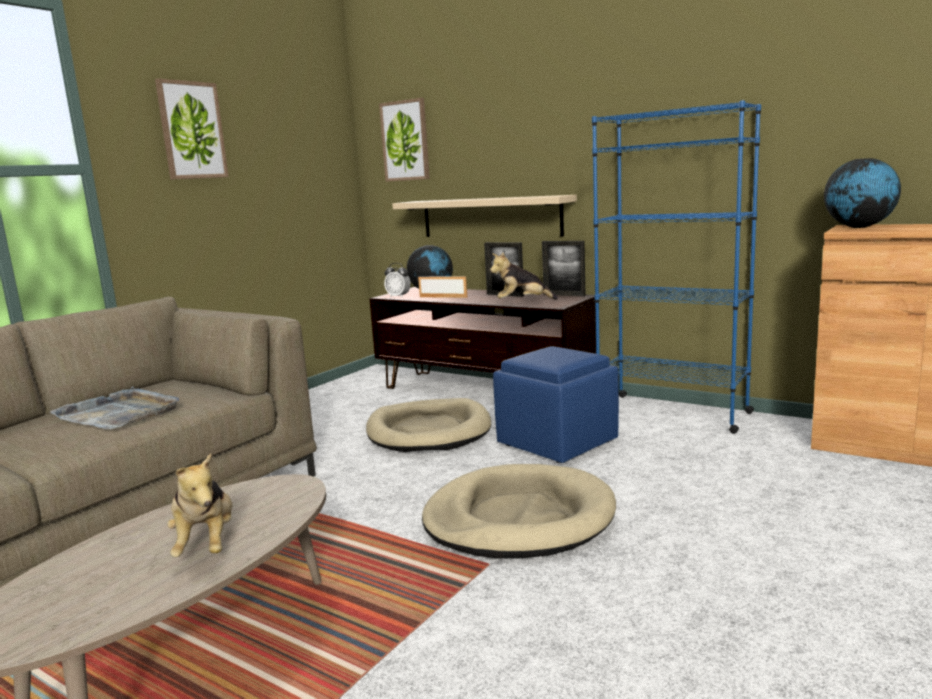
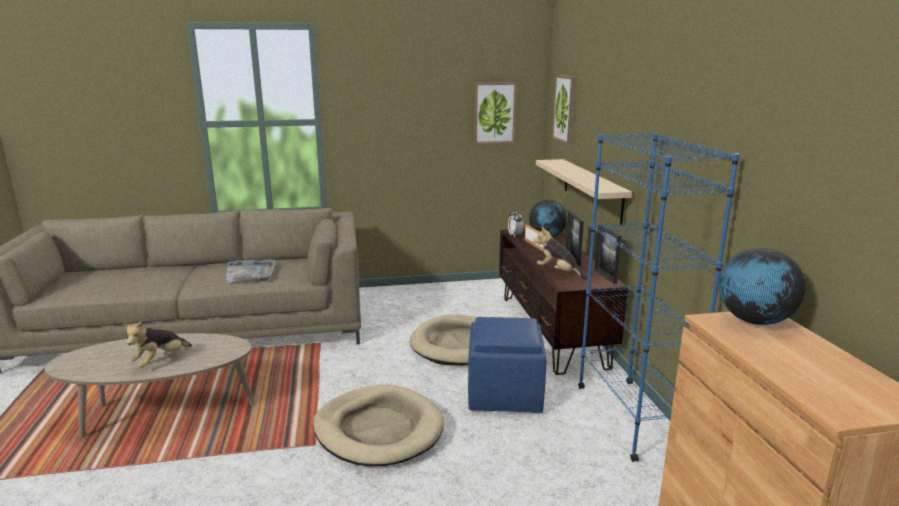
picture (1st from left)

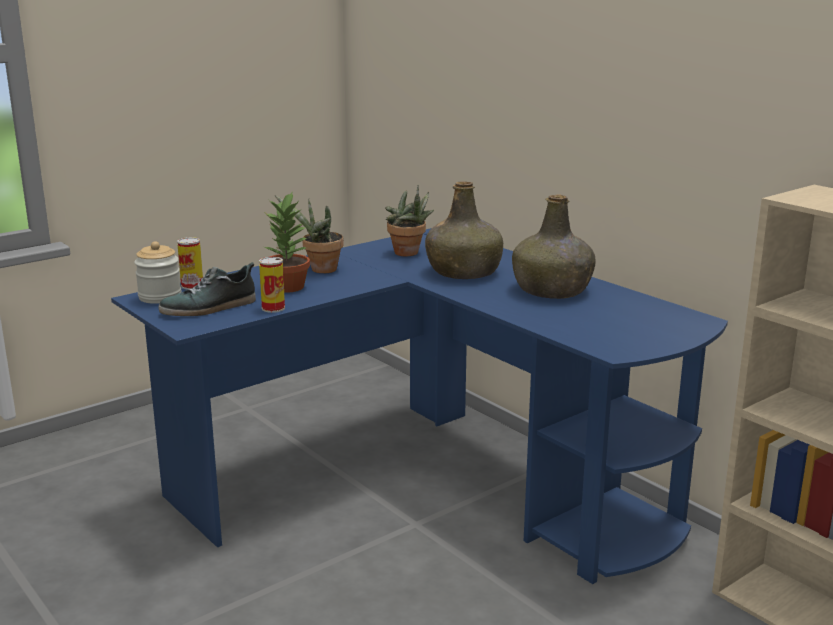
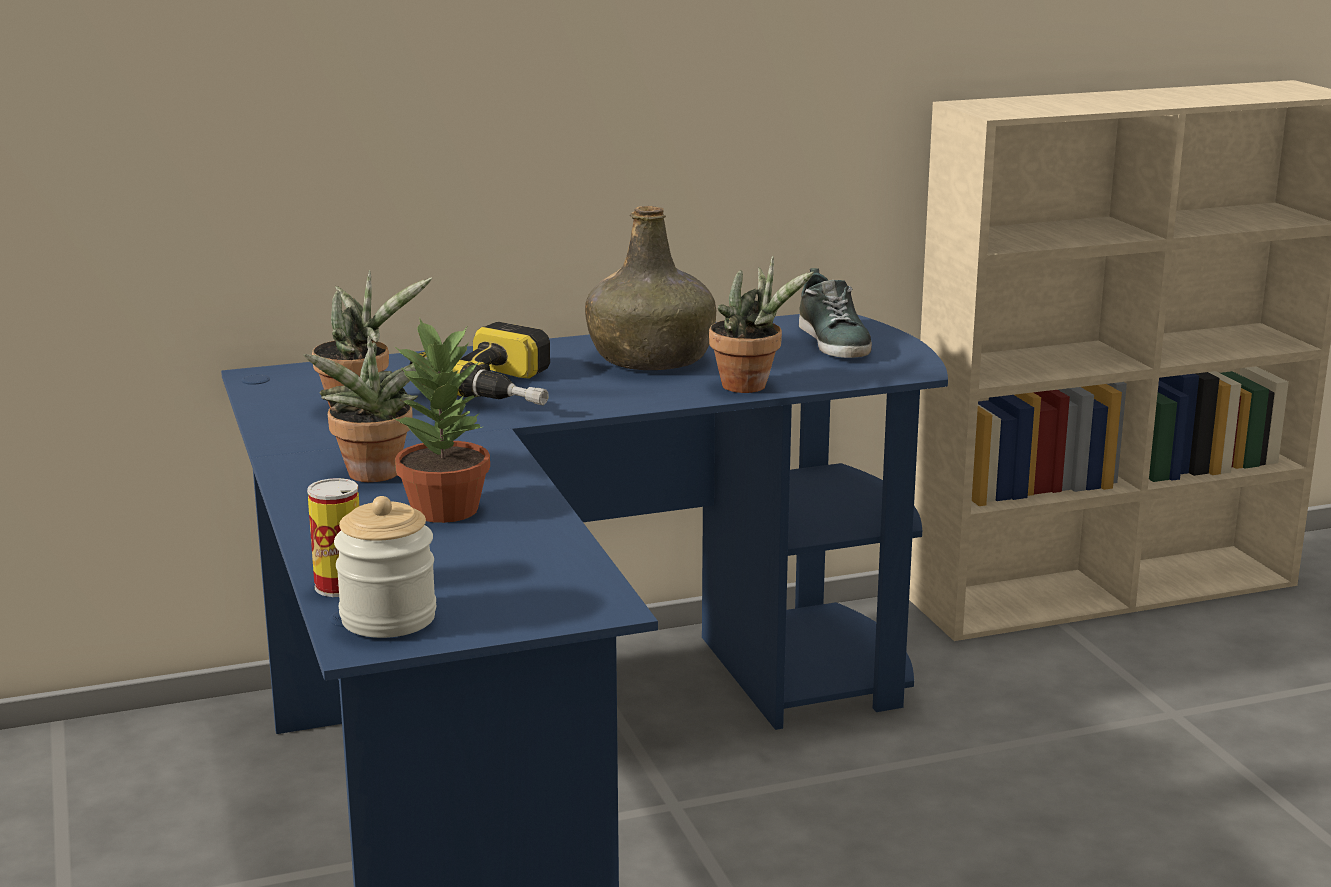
drill
sealed can (2nd from left in the first image)
item of footwear
plant in a pot (4th from left)

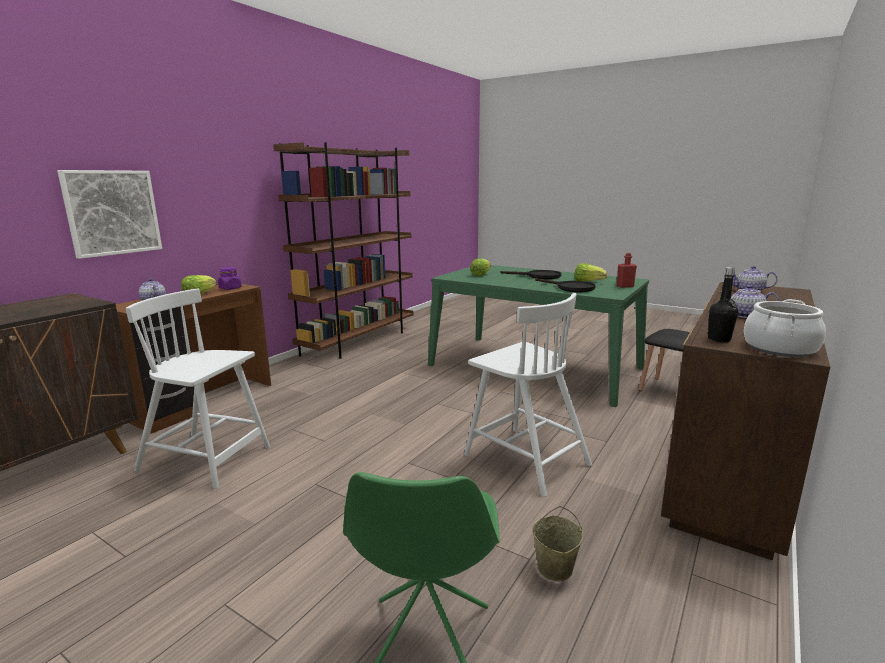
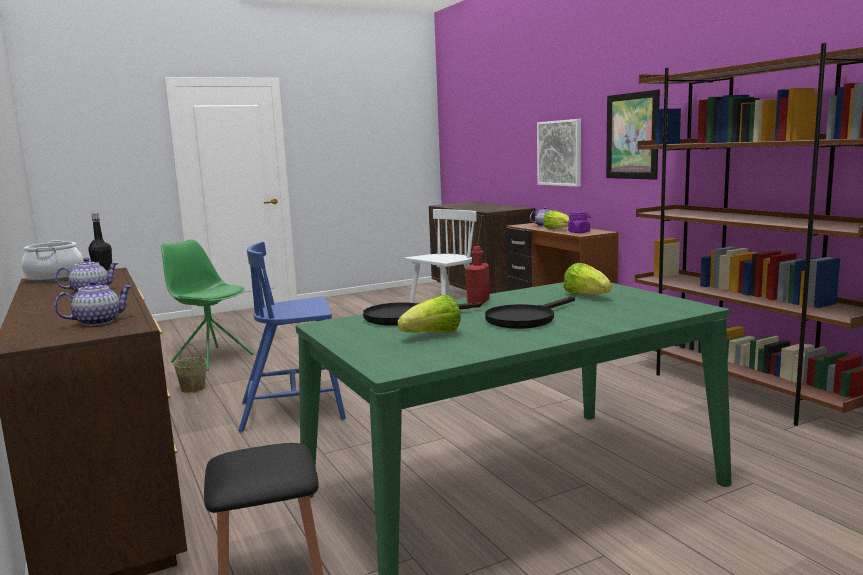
red bottle
bluish plain chair
picture (2nd from left)

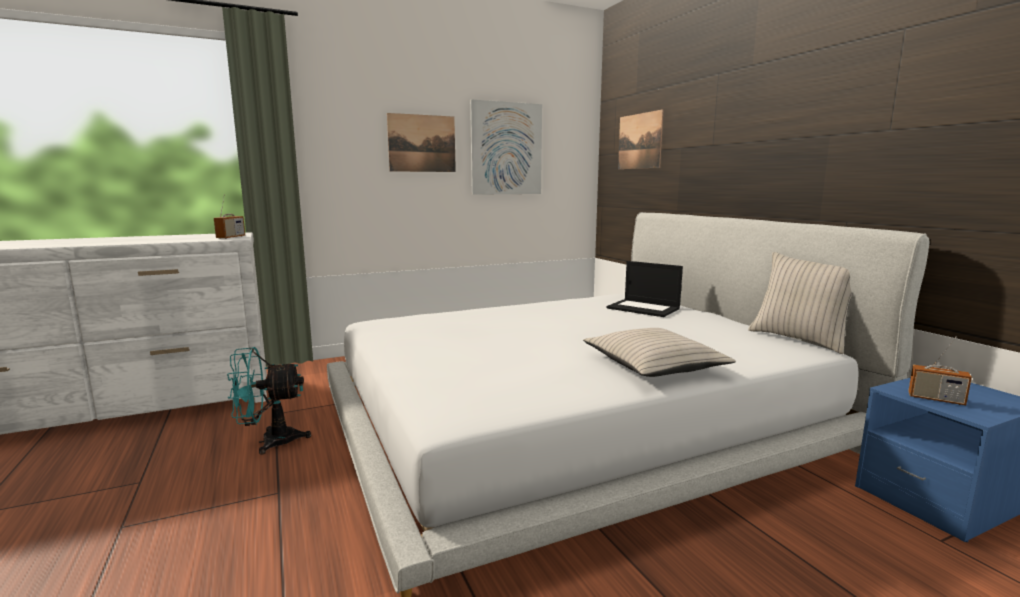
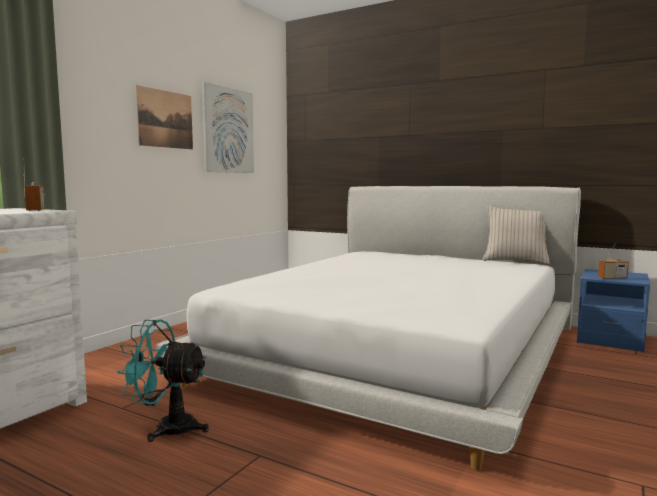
picture (3rd from left in the first image)
notebook computer
sand-coloured pillow (1st from left in the first image)
blue-green cooling fan

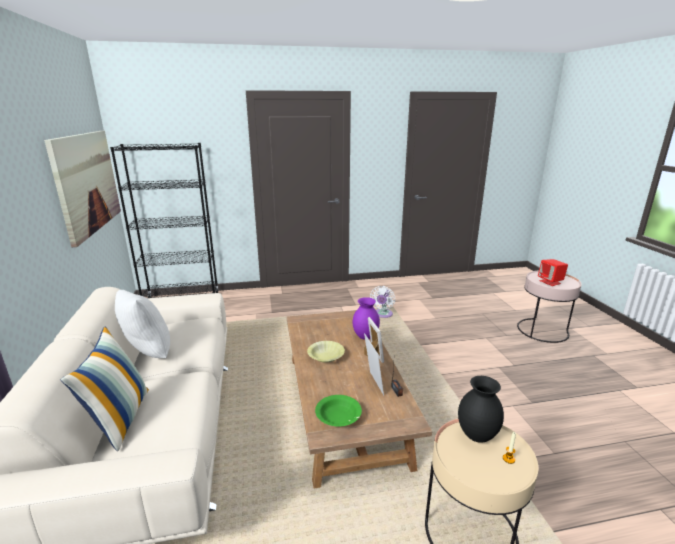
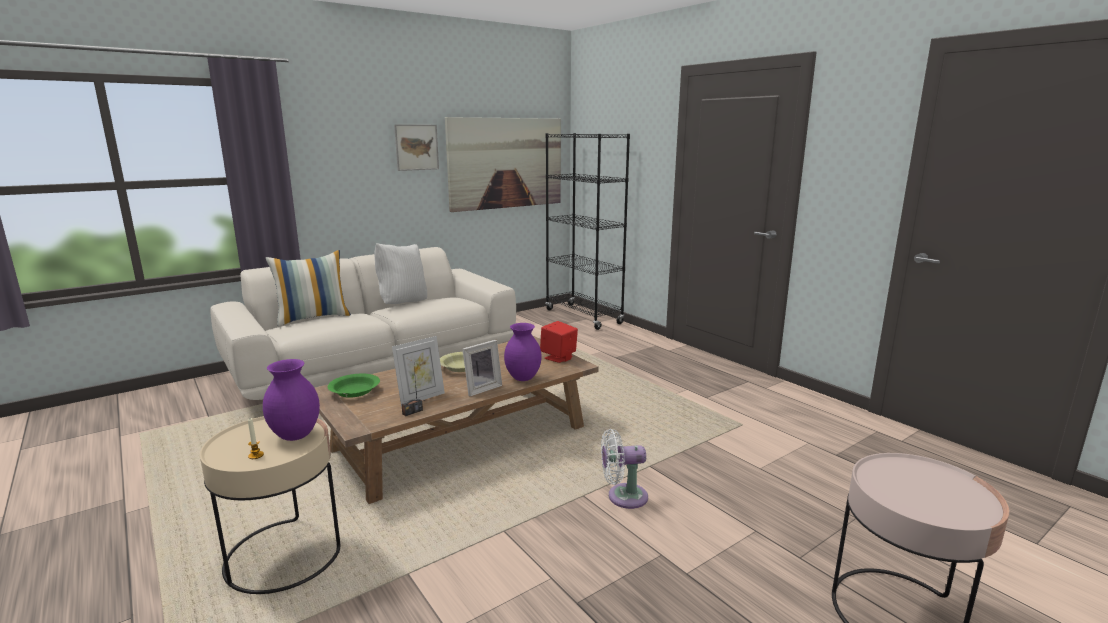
red audio speaker
white cooling fan
purple-coloured flower vase (1st from left)
picture (1st from left)

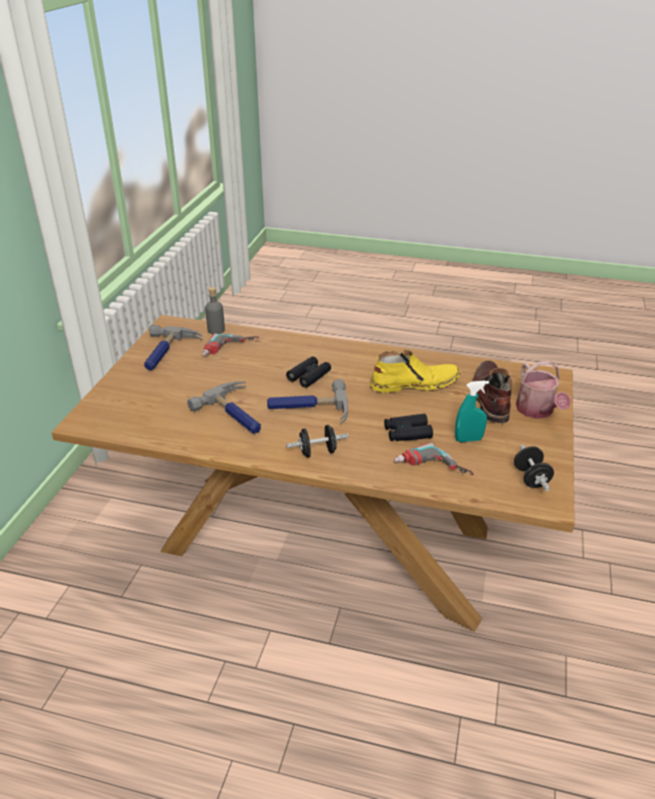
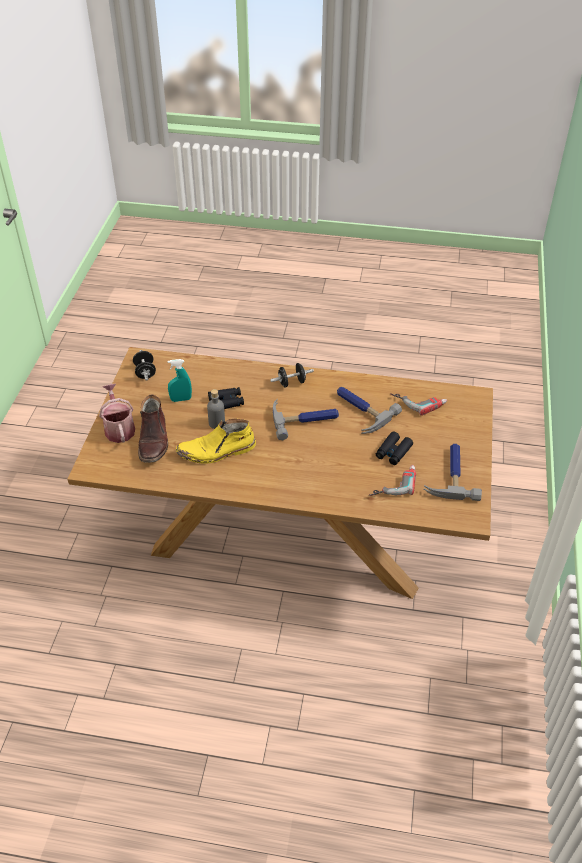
grey bottle
black field glasses (2nd from left)
drill (2nd from left)

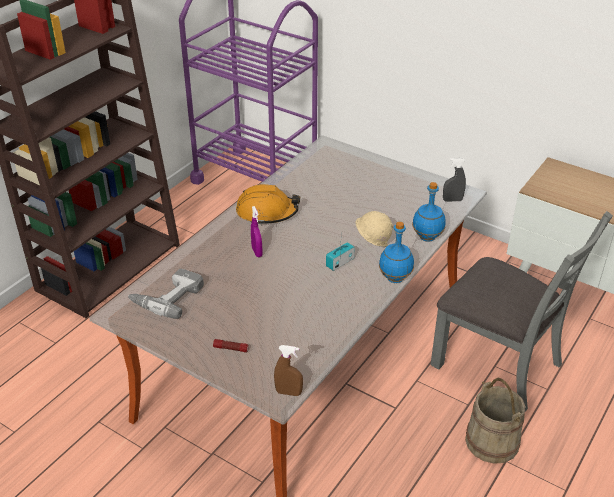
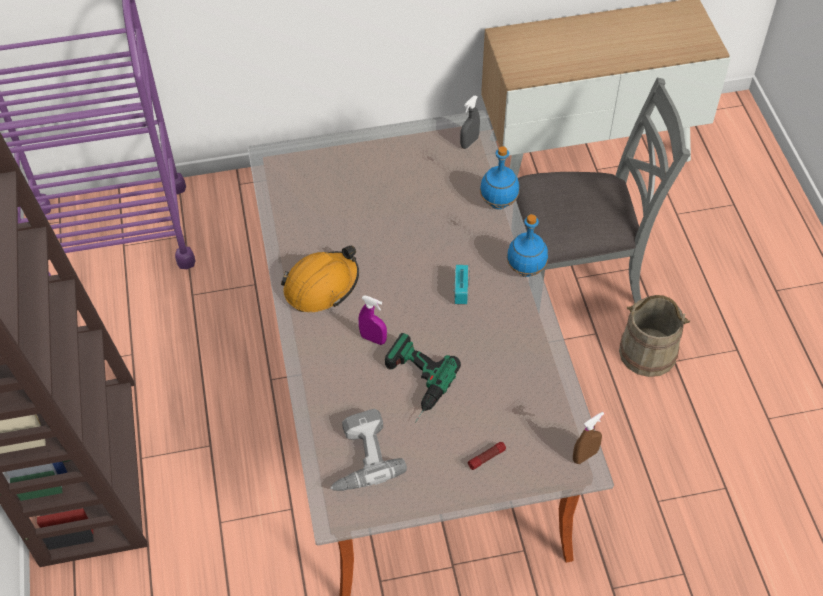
sand-coloured hard hat
drill (2nd from left)

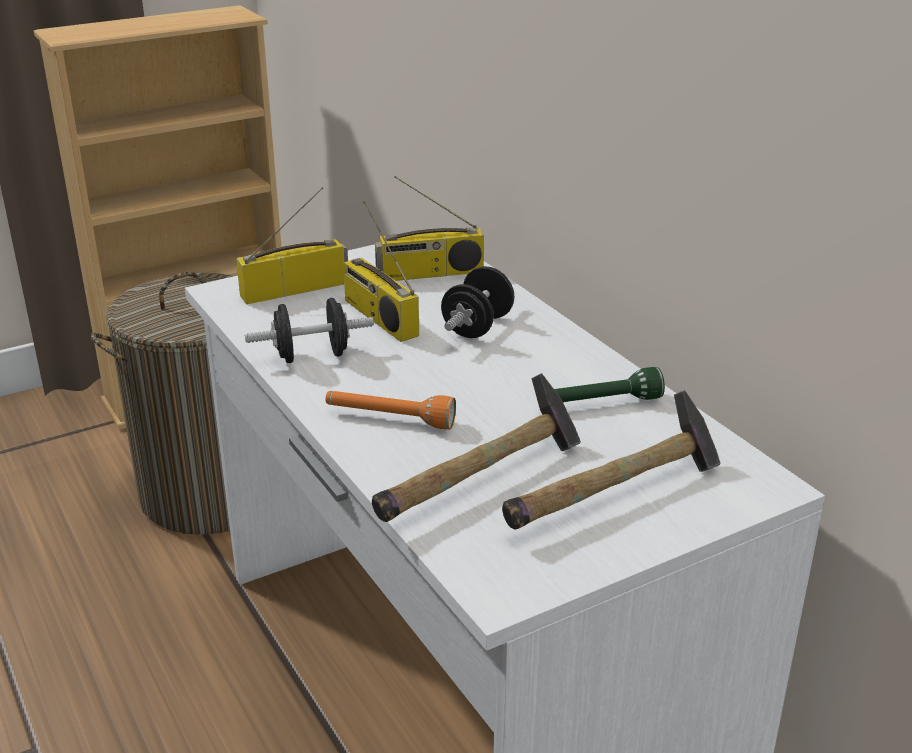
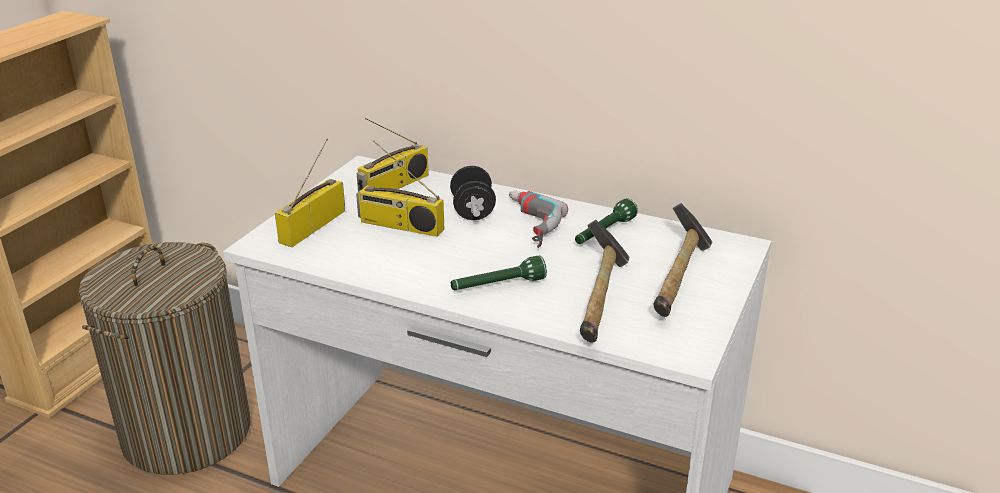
black hand weight (1st from left in the first image)
green-coloured torch (1st from left)
drill

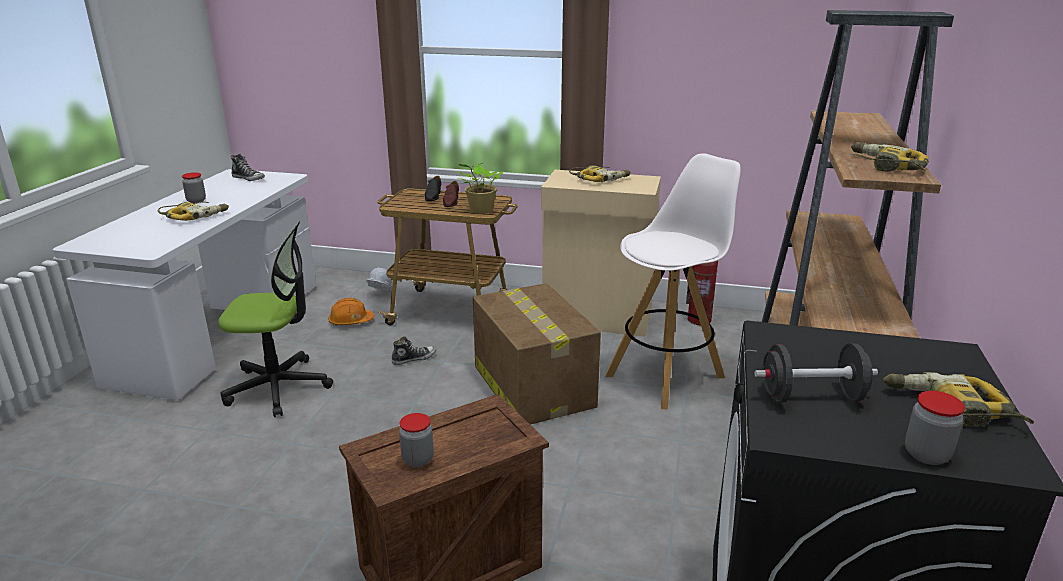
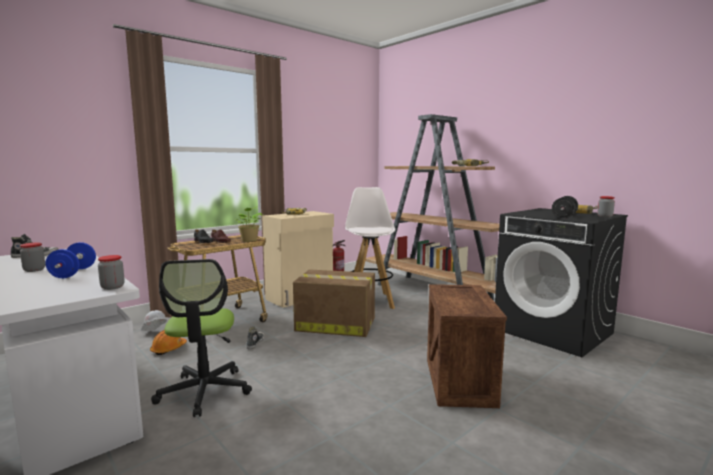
bluish hand weight
office chair
jar (2nd from left)

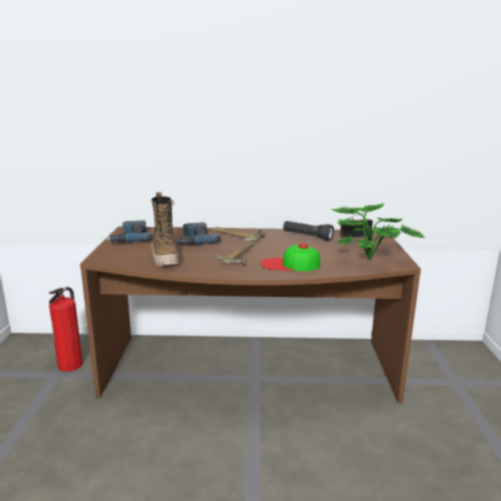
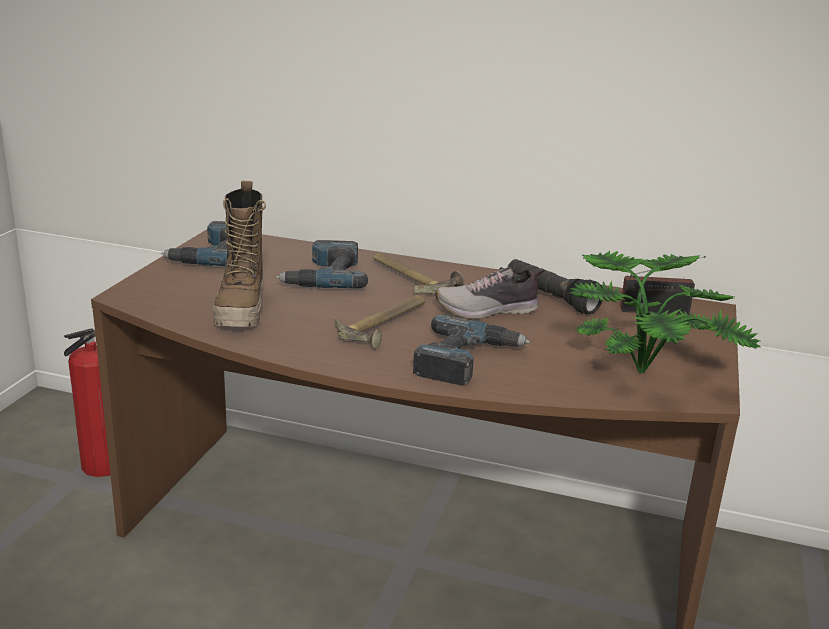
drill (3rd from left)
item of footwear

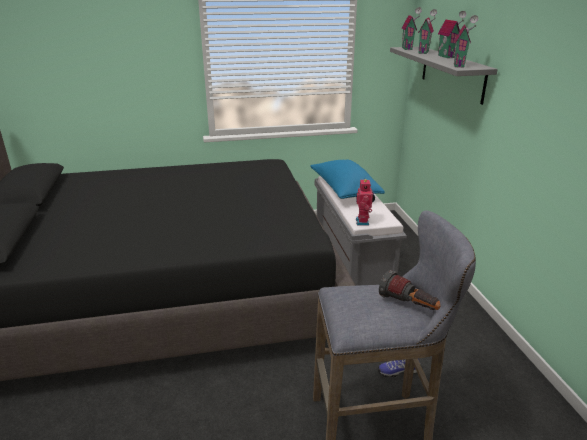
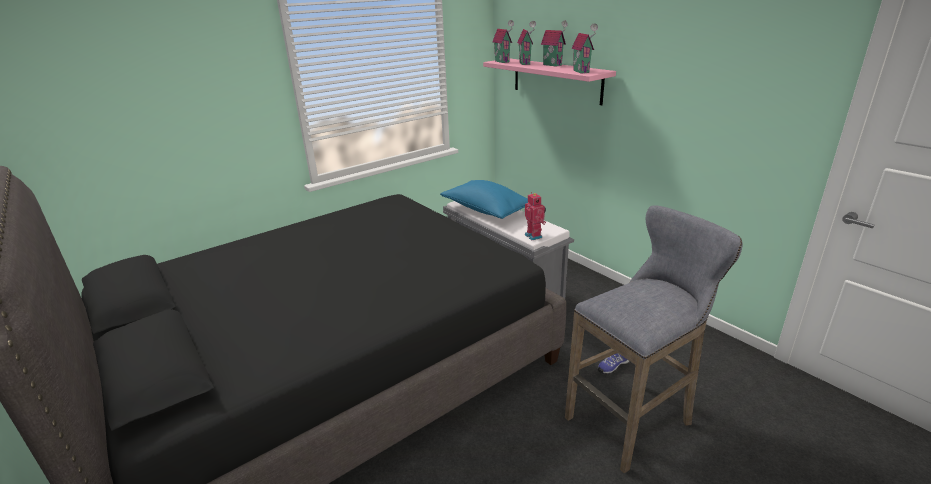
pink-coloured wall shelf
torch

